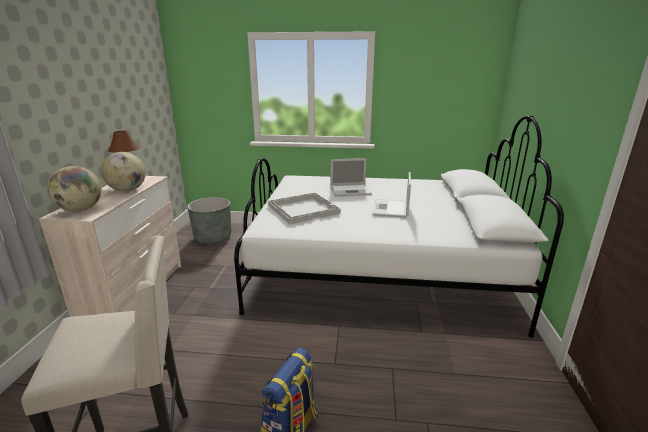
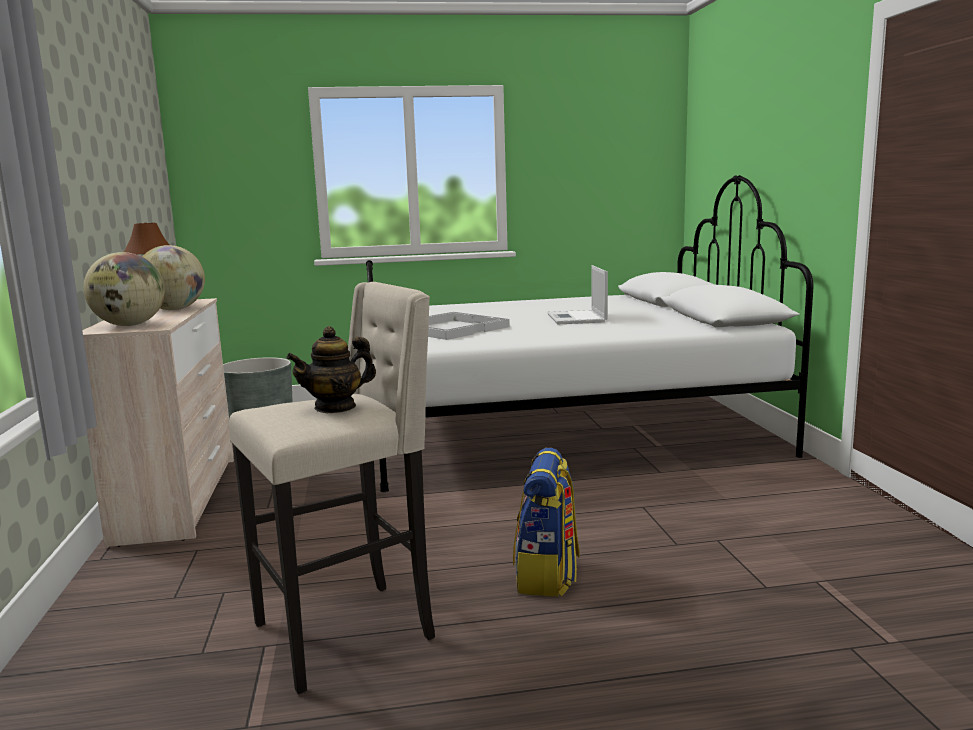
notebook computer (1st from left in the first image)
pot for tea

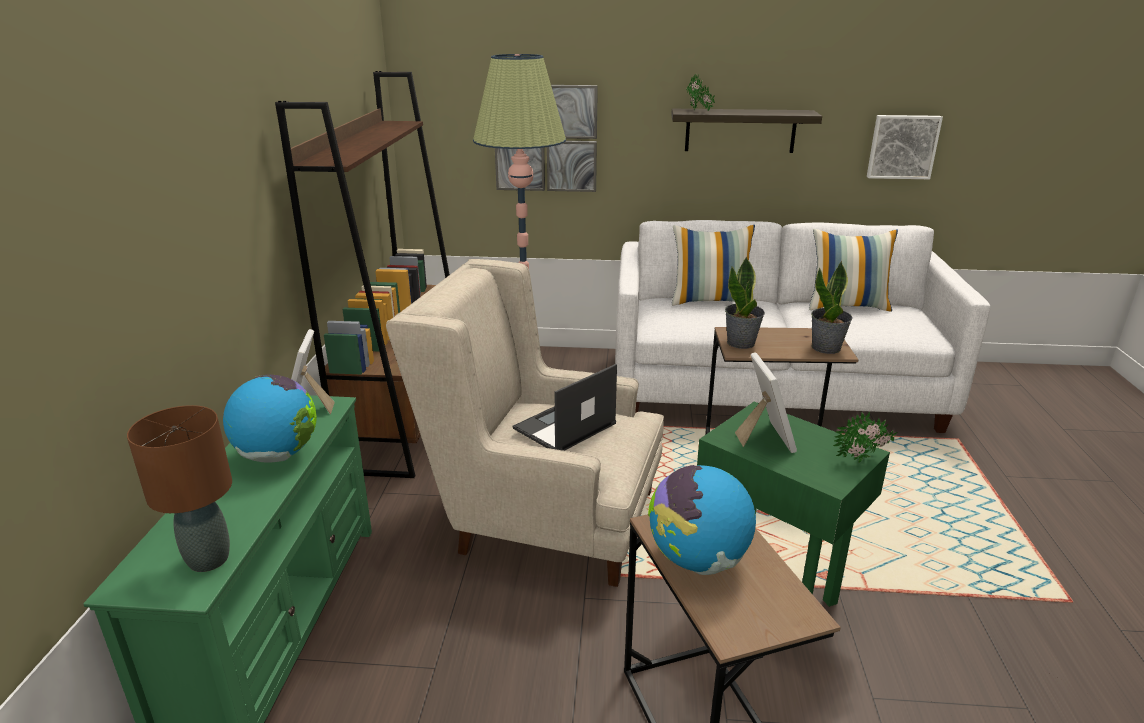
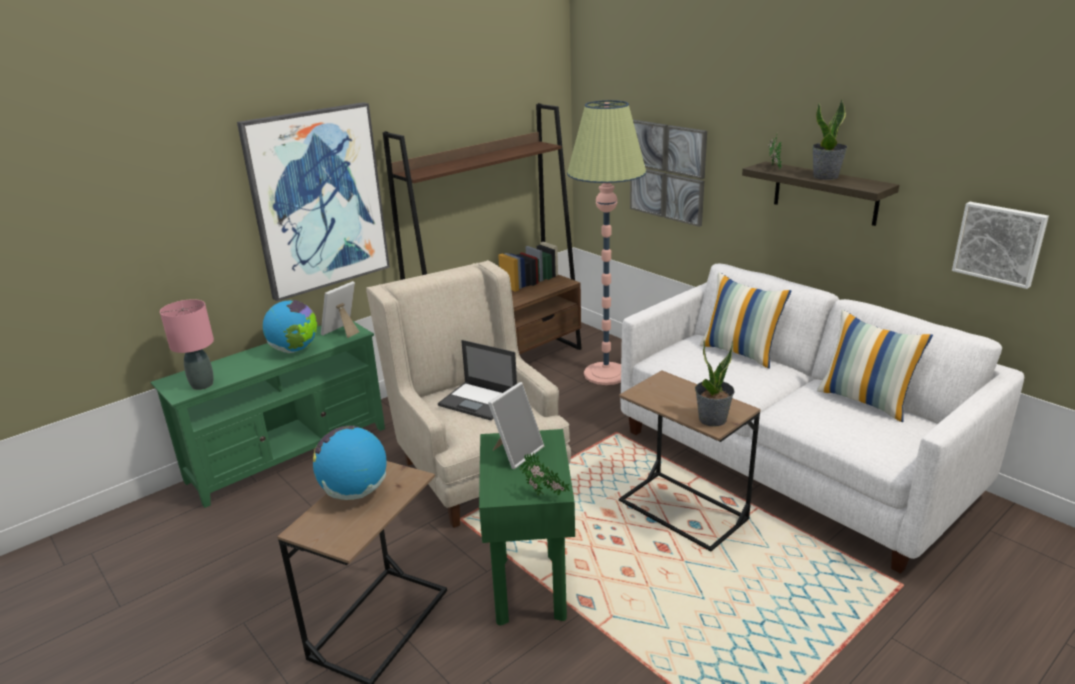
plant in a pot (4th from left)
notebook computer
pink-coloured lamp for a table
picture (1st from left)

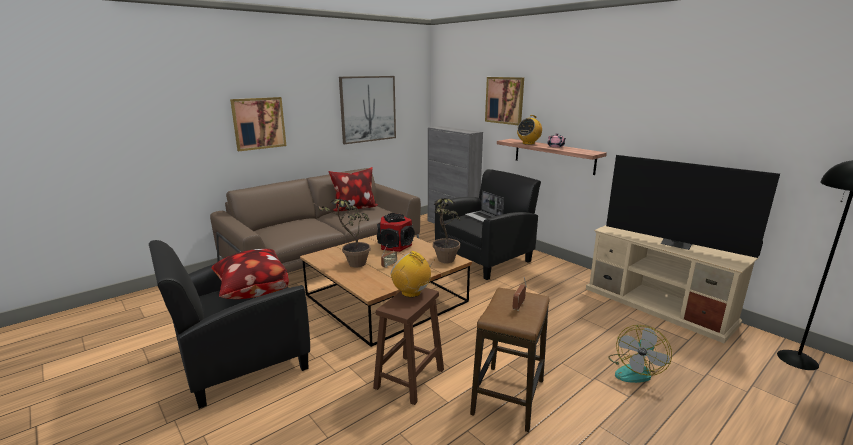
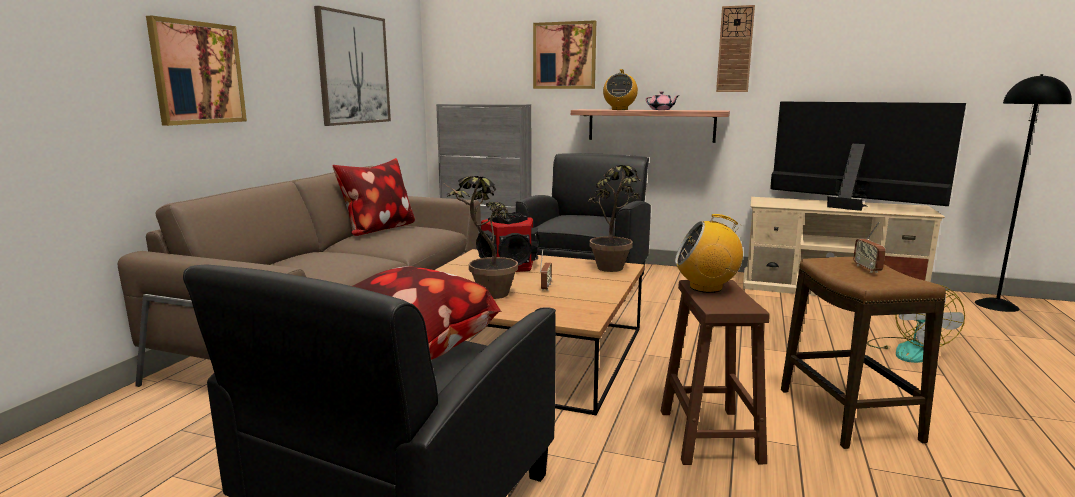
TV set
notebook computer
wall clock

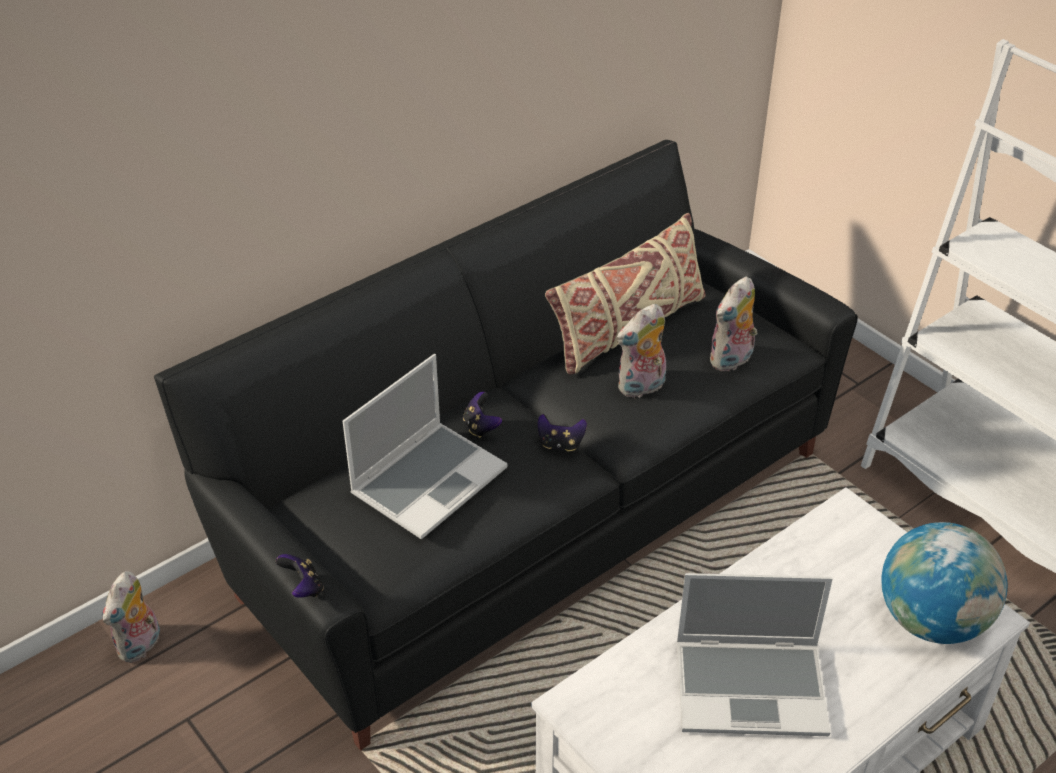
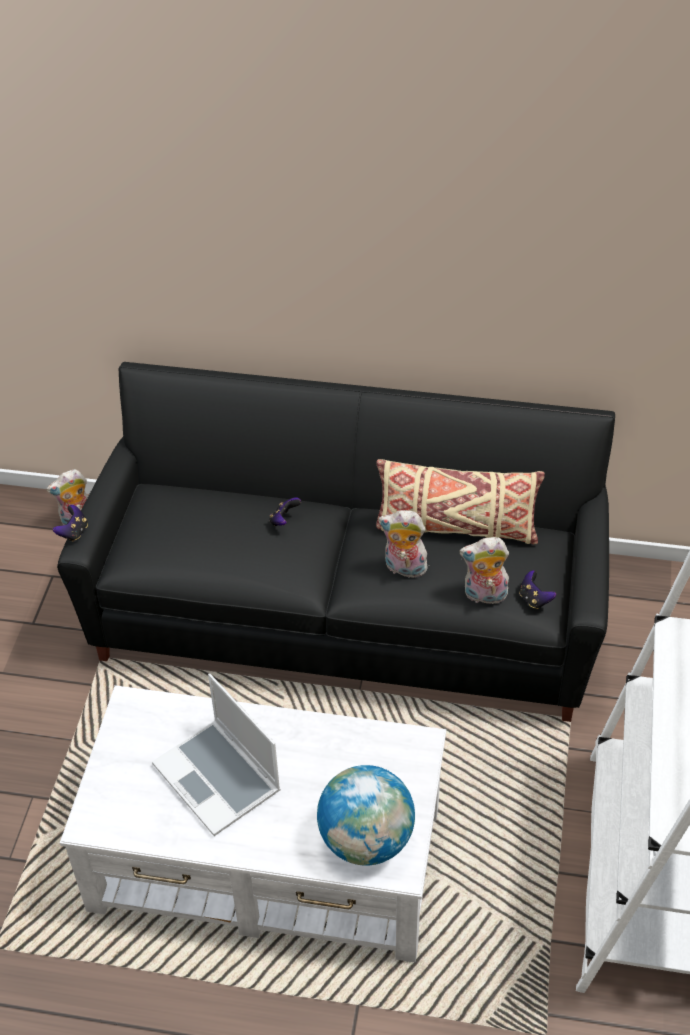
notebook computer (1st from left in the first image)
game controller (3rd from left)

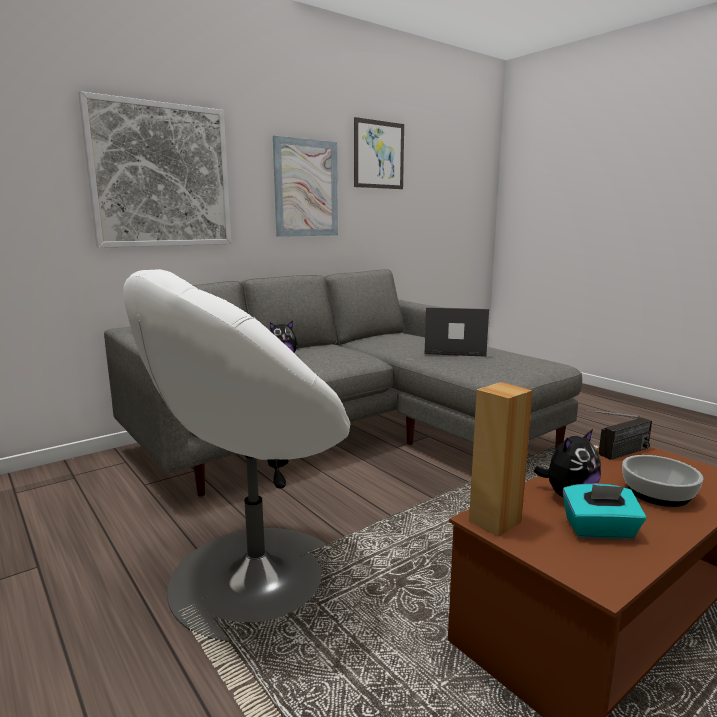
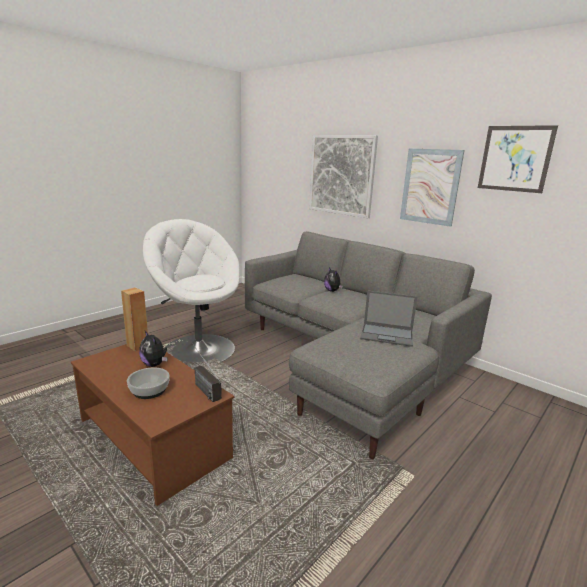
notebook computer
blue-green tissue box

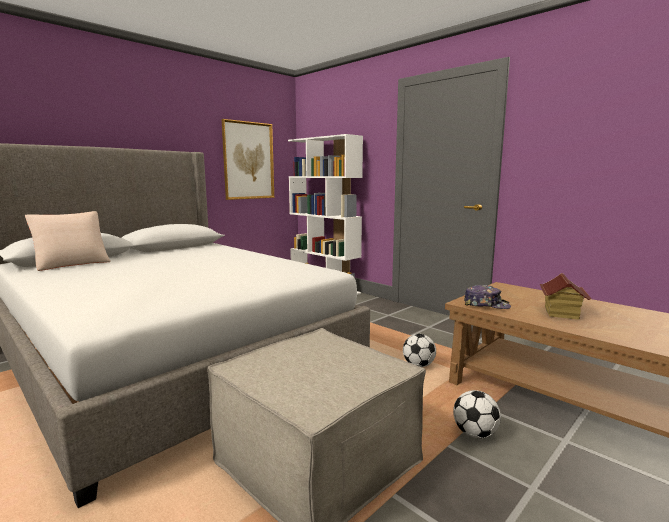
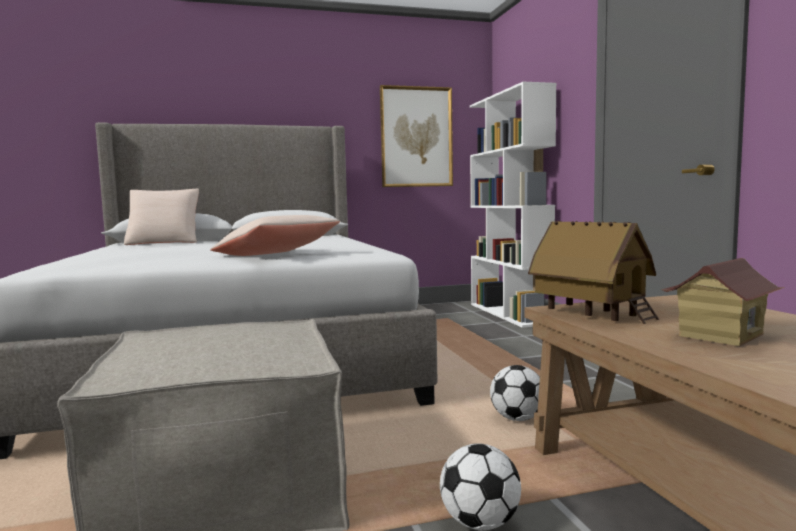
miniature house (1st from left)
sand-coloured pillow (2nd from left)

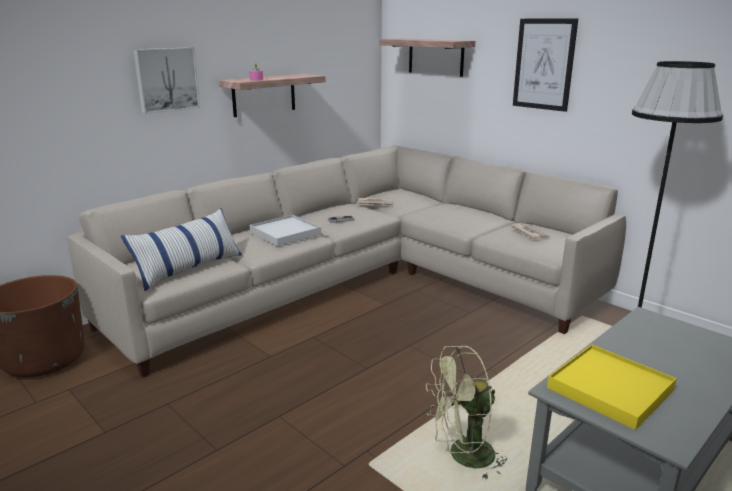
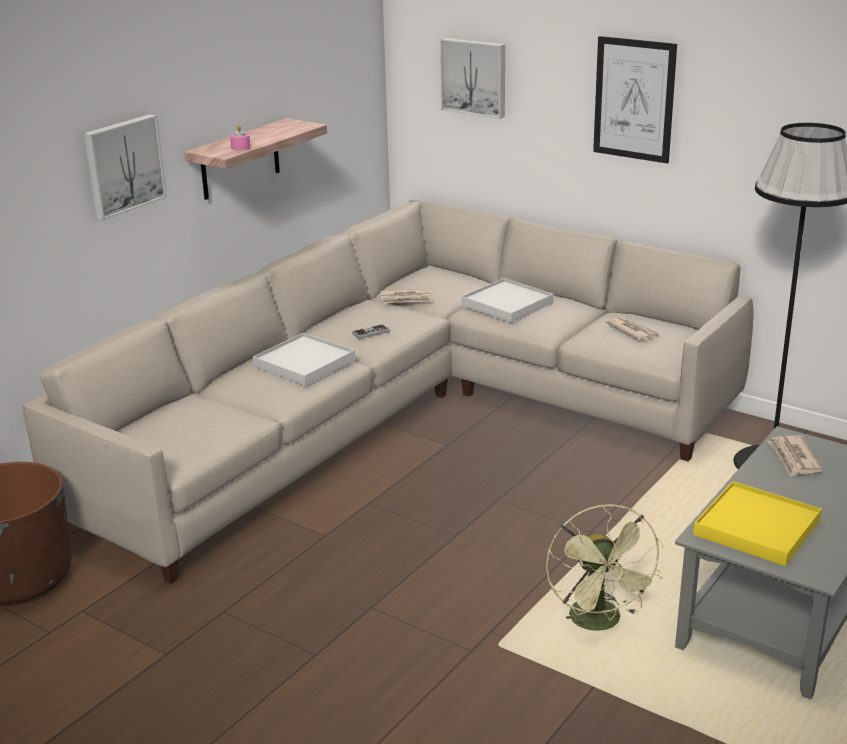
picture (2nd from left)
pillow
green-coloured cooling fan
white tray (2nd from left)
newspaper (3rd from left)

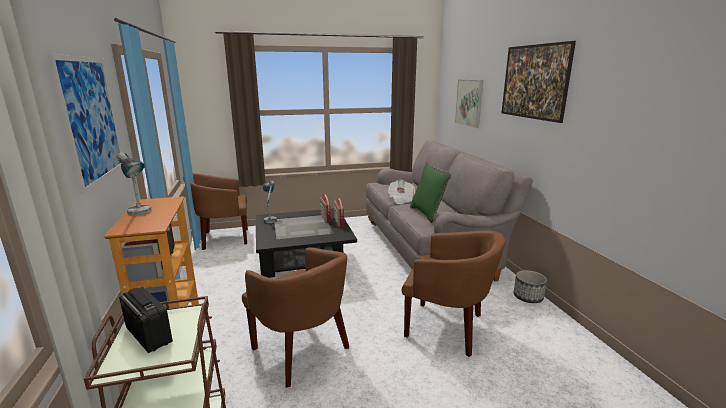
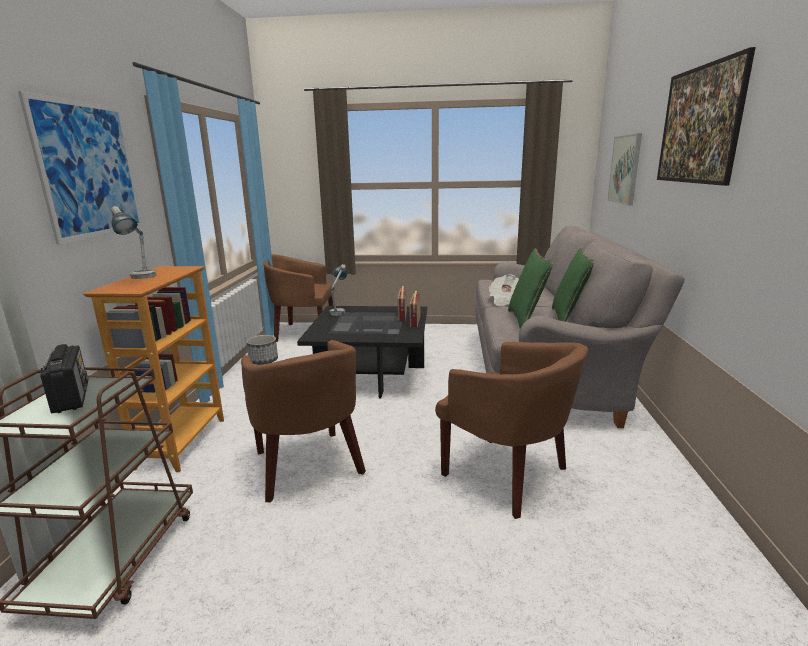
planter
green-coloured pillow (2nd from left)

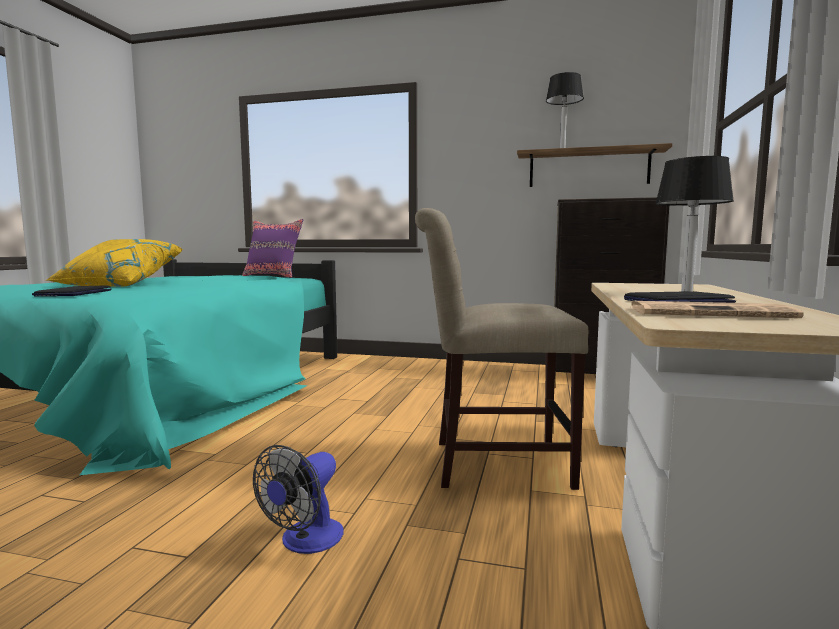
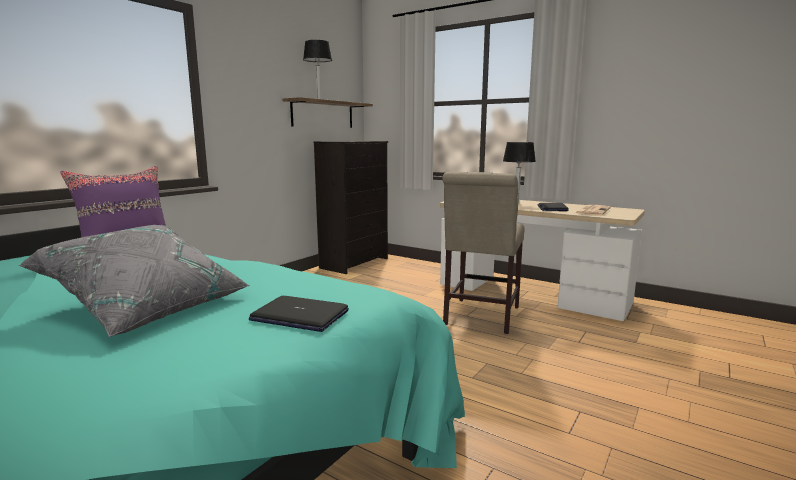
grey pillow
cooling fan

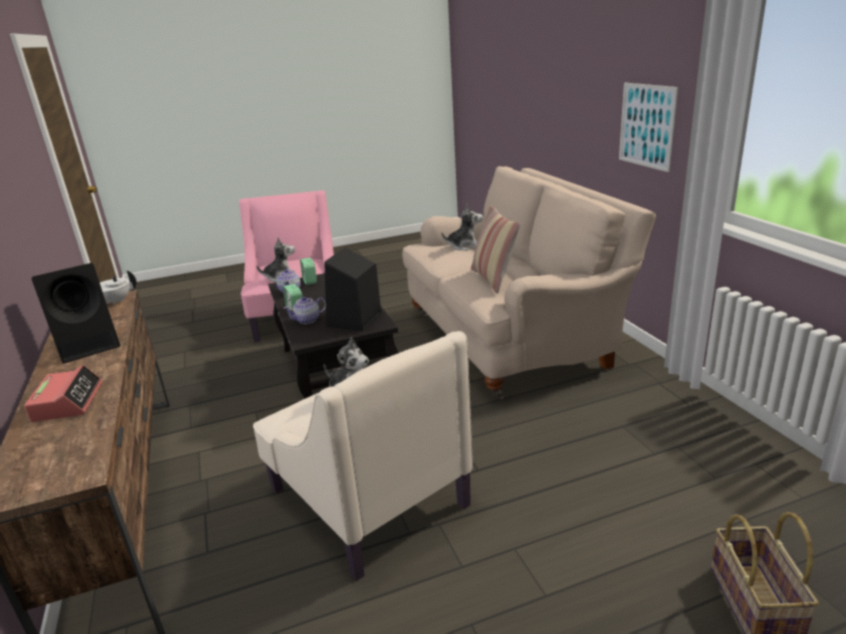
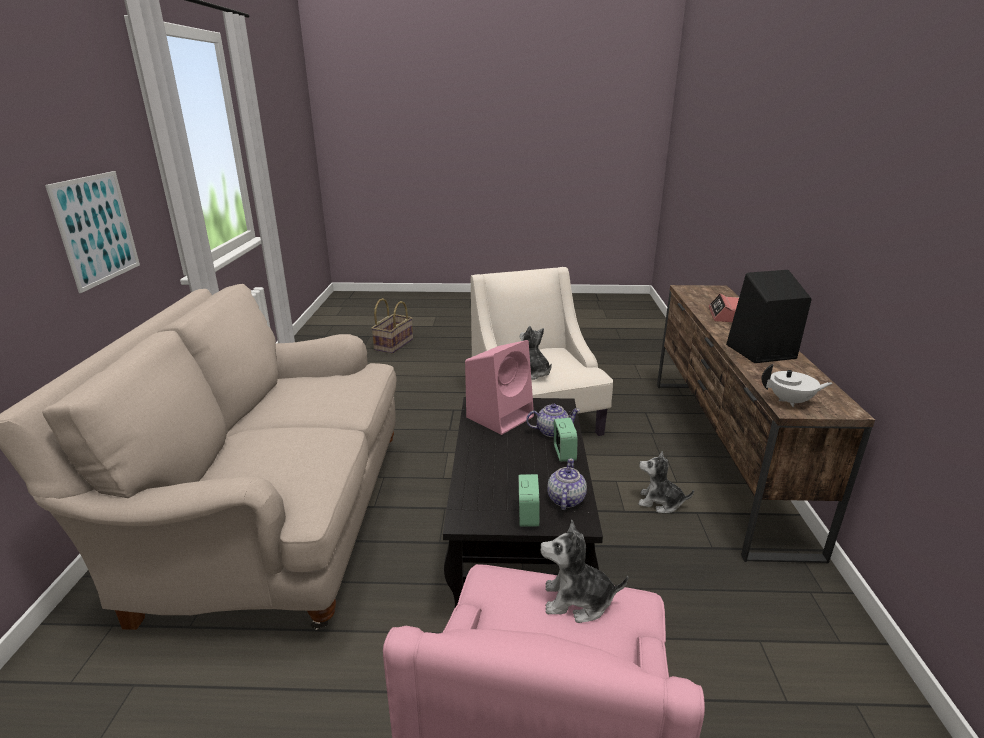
cuddly toy (3rd from left)
pillow
pink-coloured audio speaker

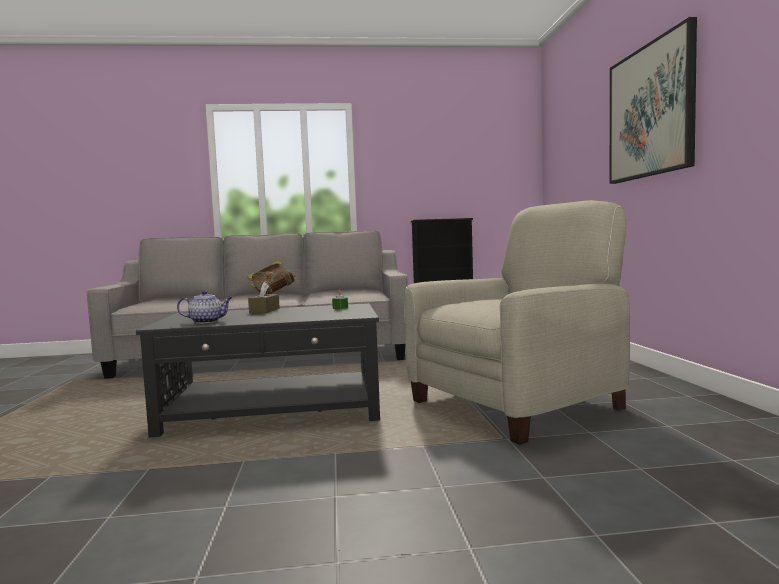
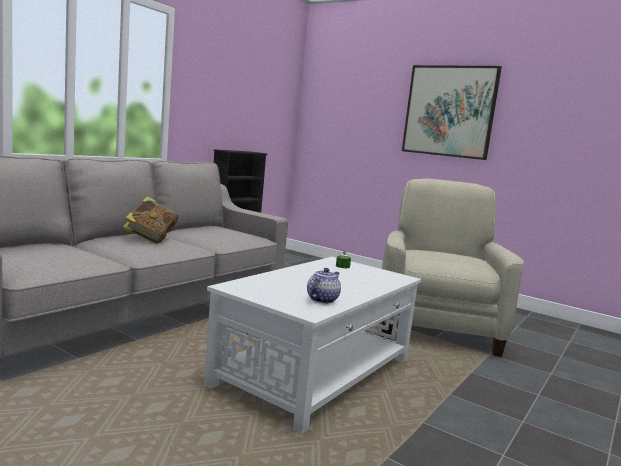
brown tissue box
white low table

